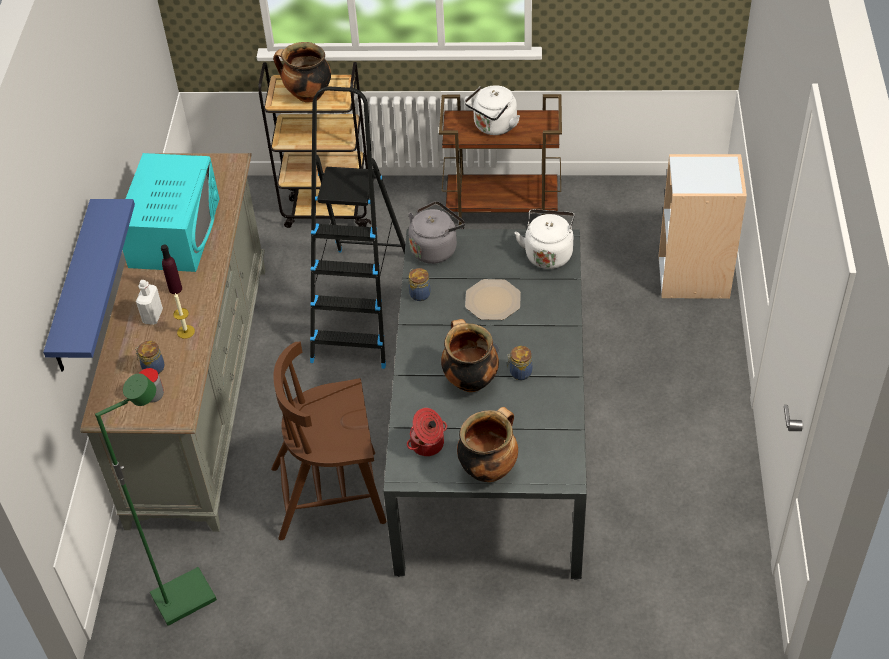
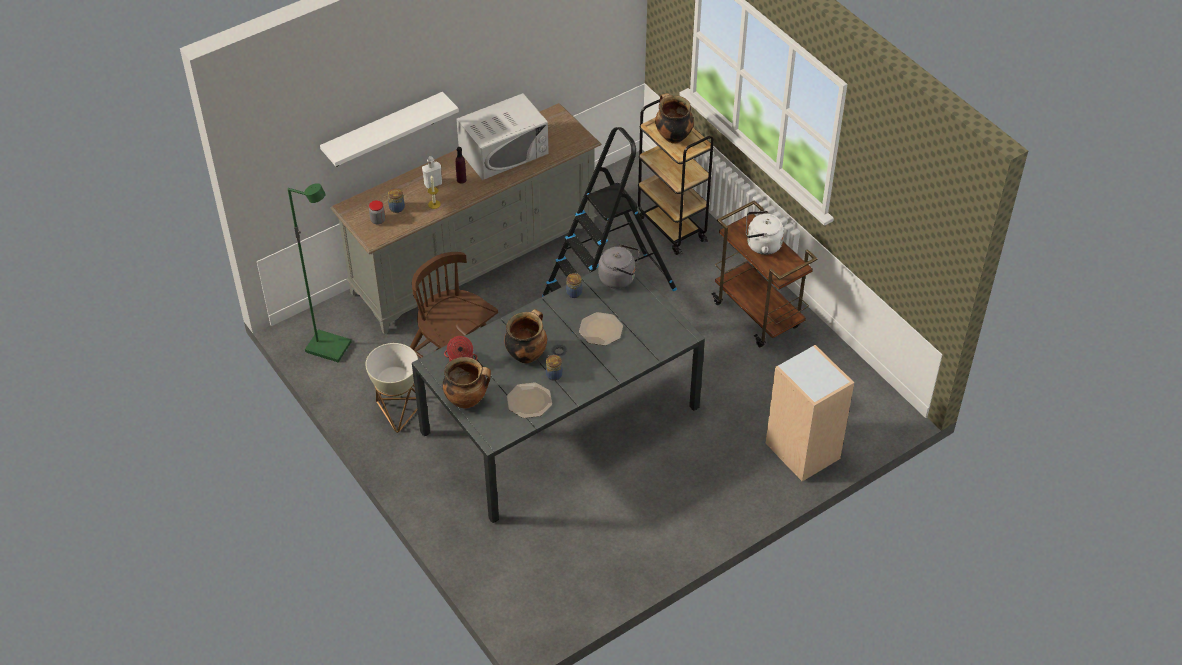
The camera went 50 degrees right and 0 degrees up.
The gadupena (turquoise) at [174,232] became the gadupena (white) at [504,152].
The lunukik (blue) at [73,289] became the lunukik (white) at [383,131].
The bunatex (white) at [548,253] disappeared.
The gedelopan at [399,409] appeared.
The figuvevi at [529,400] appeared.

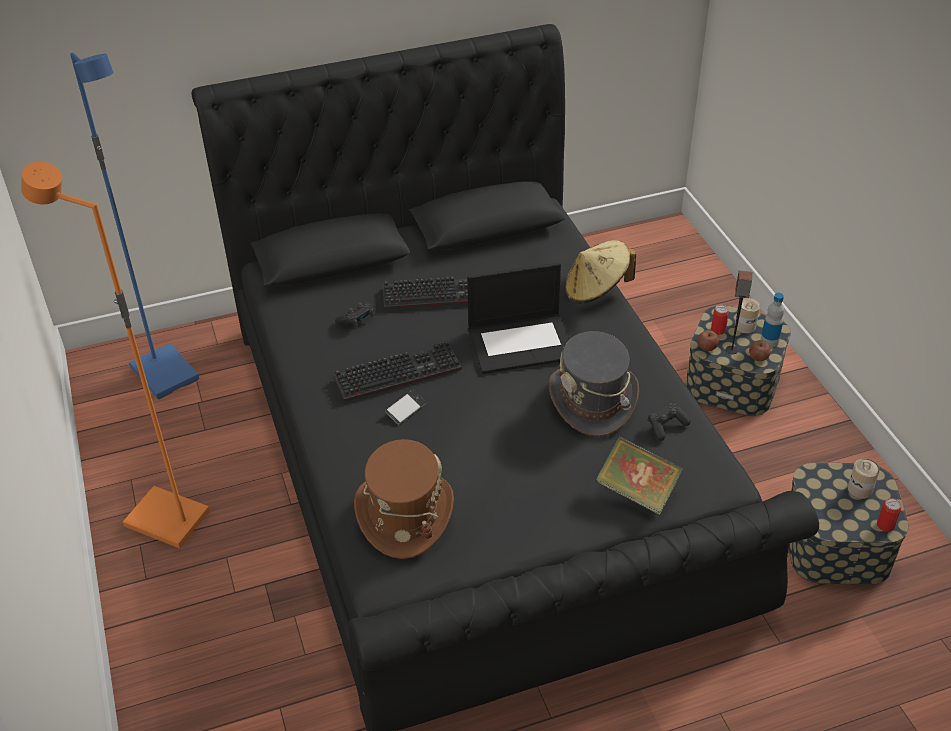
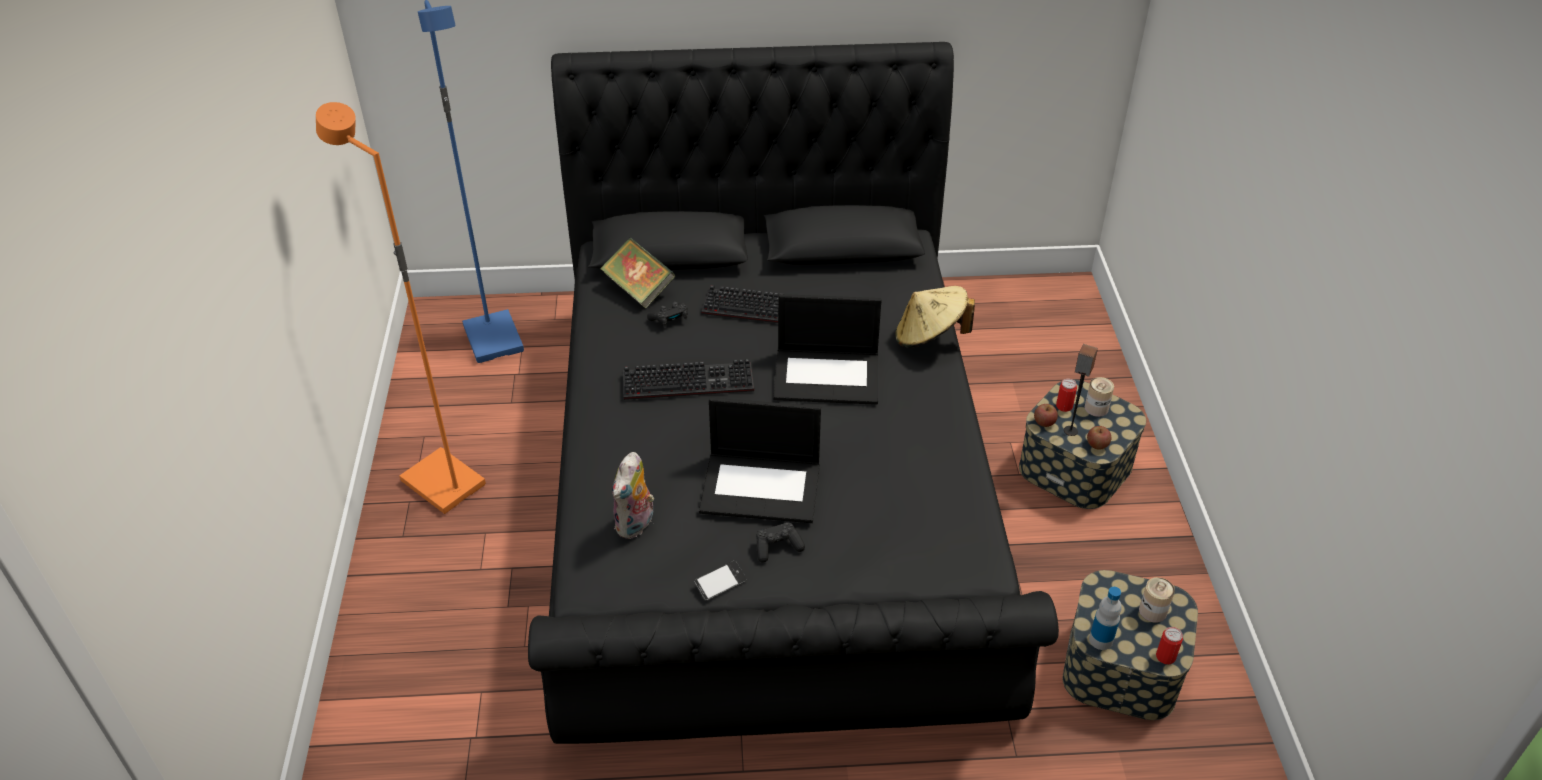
The camera went 15 degrees right and 0 degrees up.
The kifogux moved from [769,341] to [1101,640].
The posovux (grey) at [593,400] disappeared.
The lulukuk moved from [405,409] to [720,583].
The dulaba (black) moved from [666,426] to [777,547].
The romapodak moved from [637,491] to [639,289].
The posovux (brown) at [404,514] was replaced by the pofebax at [636,525].
The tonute at [762,487] appeared.

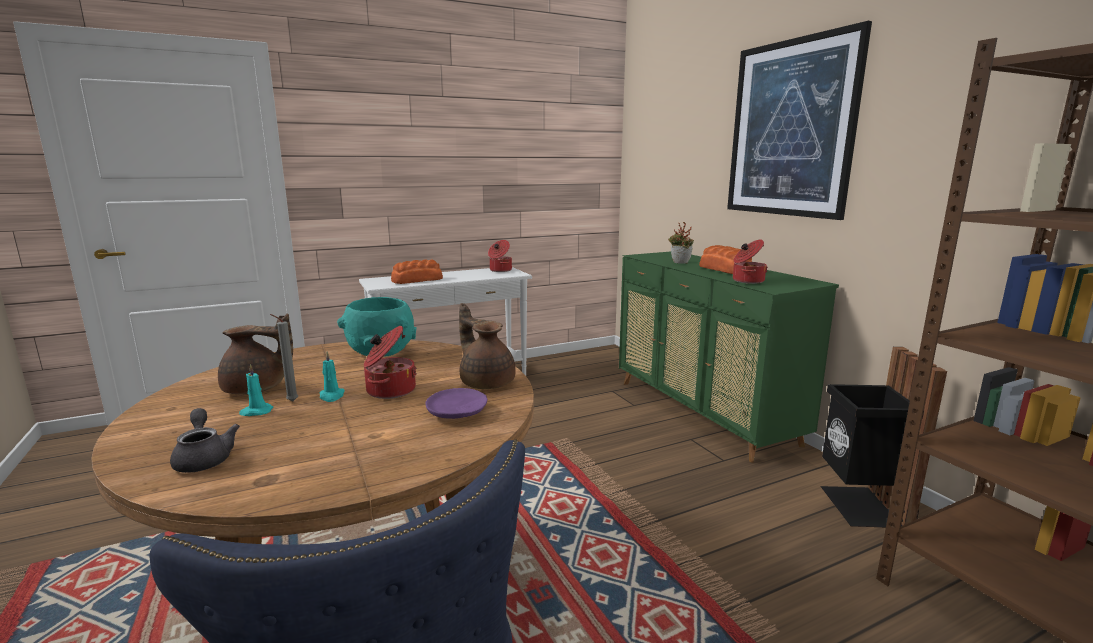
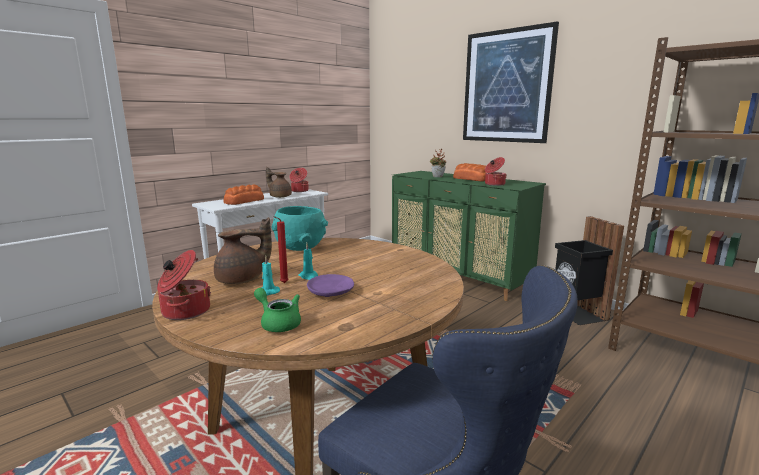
The camera went 20 degrees left and 0 degrees up.
The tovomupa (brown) moved from [486,382] to [280,196].
The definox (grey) at [290,401] became the definox (red) at [283,283].
The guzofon moved from [389,390] to [184,311].
The figuvevi (purple) moved from [457,413] to [331,292].
The tovomupa (grey) at [204,458] became the tovomupa (green) at [278,323].

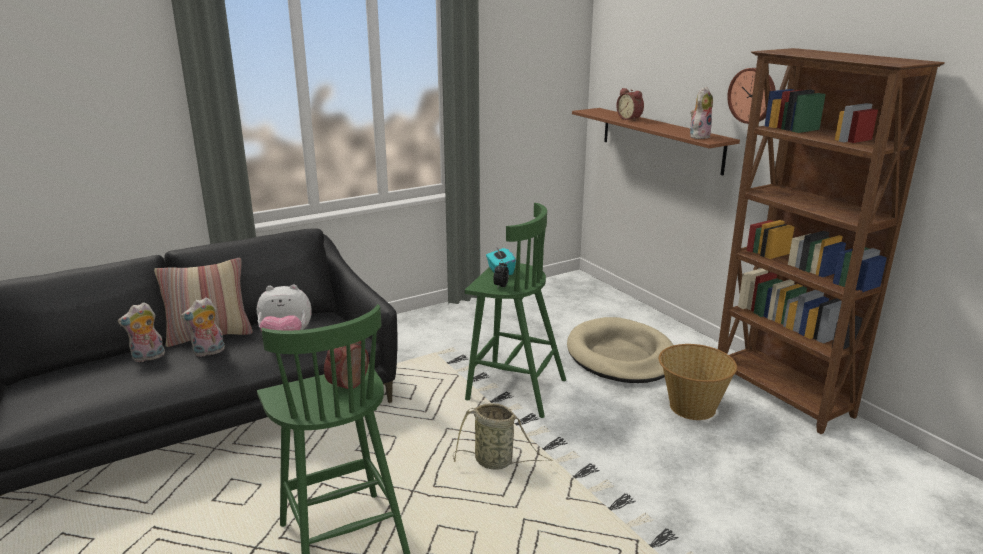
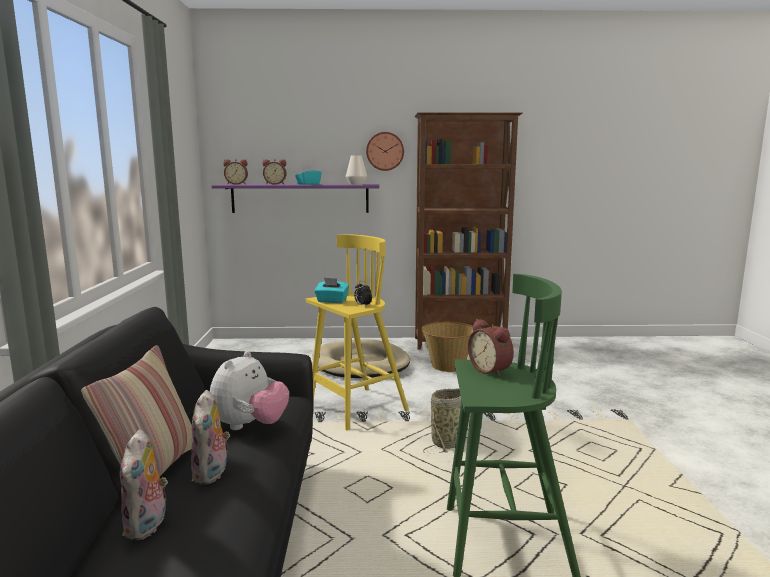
The camera went 60 degrees left and 10 degrees down.
The pofebax at [698,136] was replaced by the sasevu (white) at [356,184].
The lunukik (brown) at [660,139] became the lunukik (purple) at [300,198].
The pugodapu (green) at [512,389] became the pugodapu (yellow) at [355,409].
The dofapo at [236,184] appeared.
The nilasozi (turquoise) at [308,184] appeared.

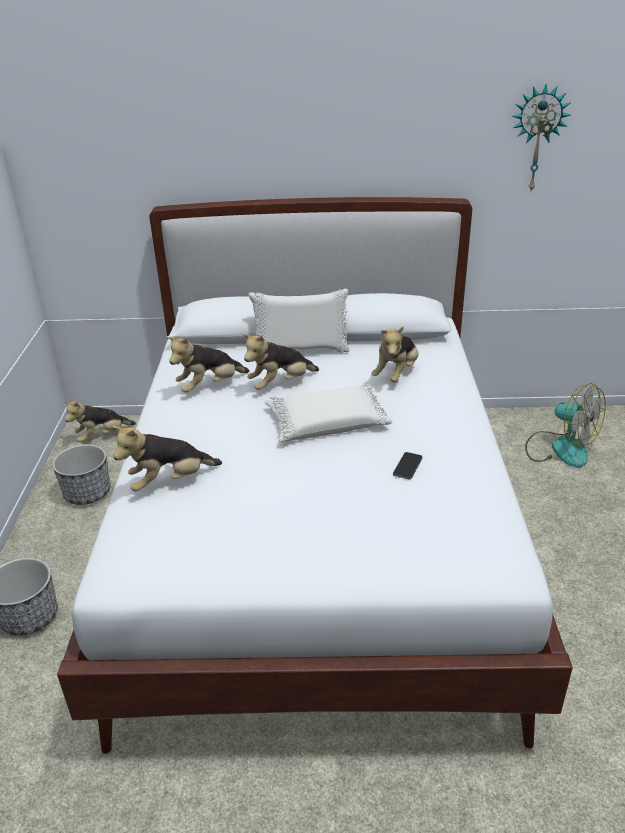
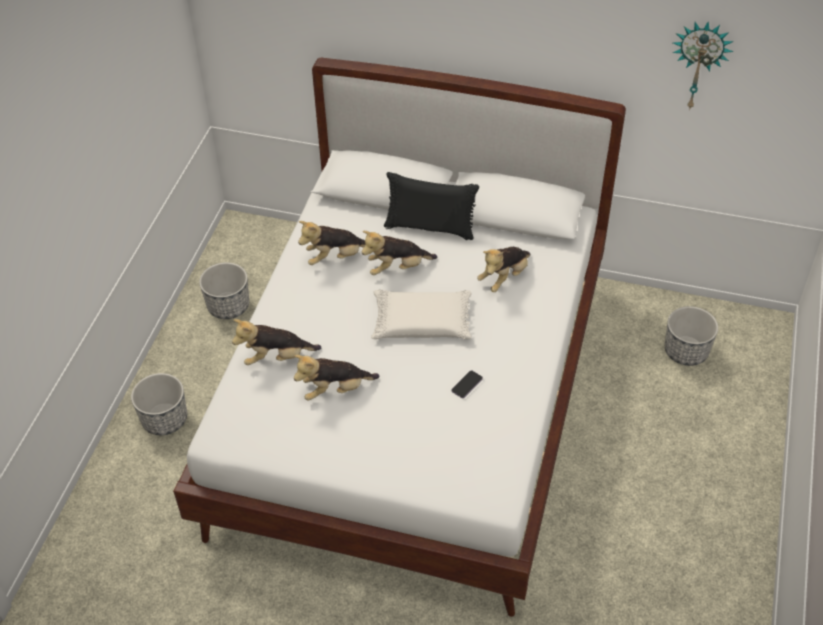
The camera went 15 degrees right and 15 degrees up.
The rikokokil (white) at [300,350] became the rikokokil (black) at [430,227].
The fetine at [560,448] was replaced by the gedelopan at [686,351].
The pofebax moved from [102,436] to [335,390].

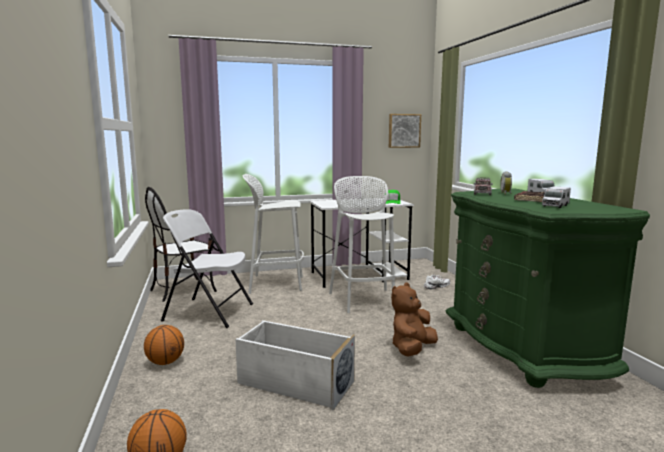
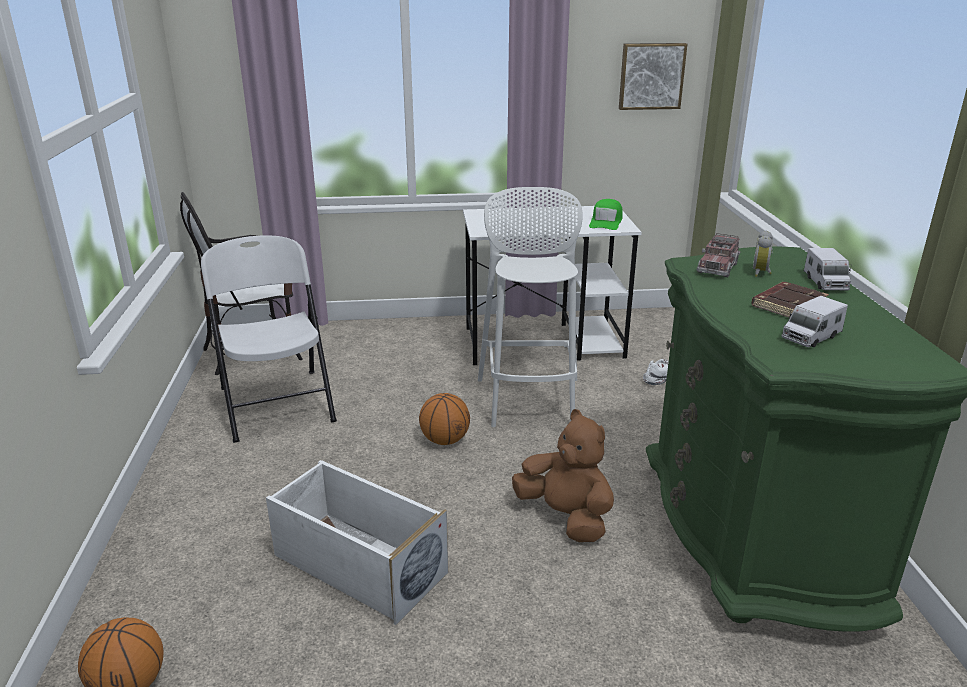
The camera went 10 degrees right and 15 degrees up.
The pugodapu (white) at [275,284] disappeared.
The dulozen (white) at [209,312] turned 45 degrees clockwise.
The pofebax (brown) at [412,349] turned 90 degrees clockwise.
The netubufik moved from [165,362] to [445,440].

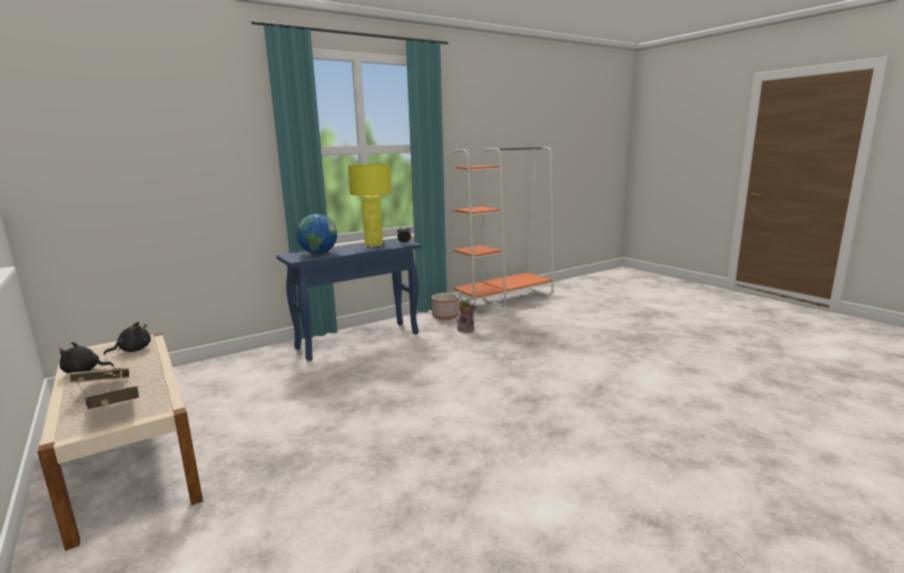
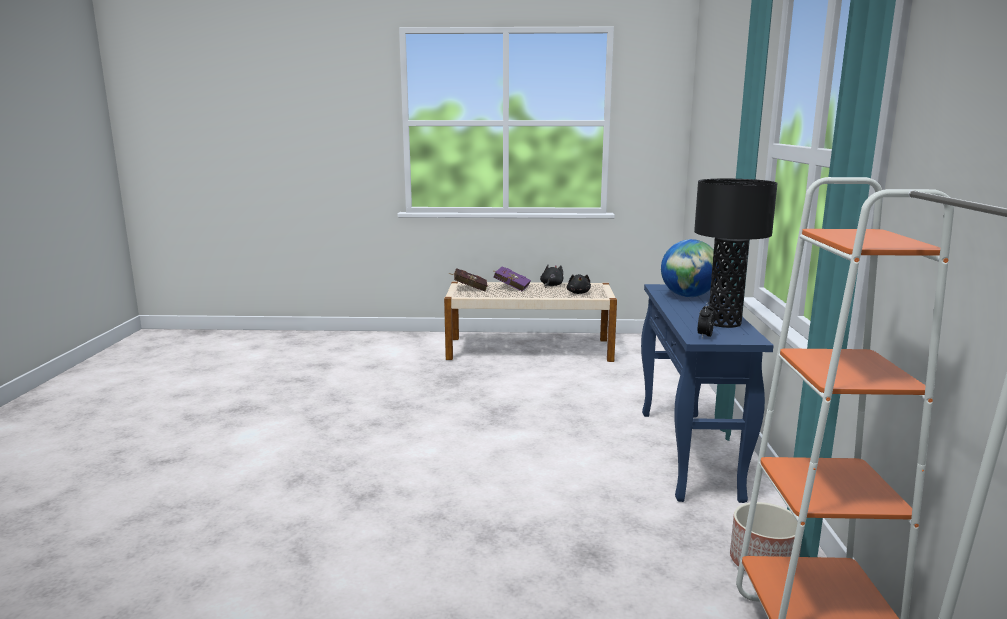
The camera went 125 degrees right and 0 degrees up.
The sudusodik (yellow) at [374,244] became the sudusodik (black) at [724,323].
The pofebax at [466,330] disappeared.
The romapodak (beige) at [101,390] became the romapodak (purple) at [510,287].

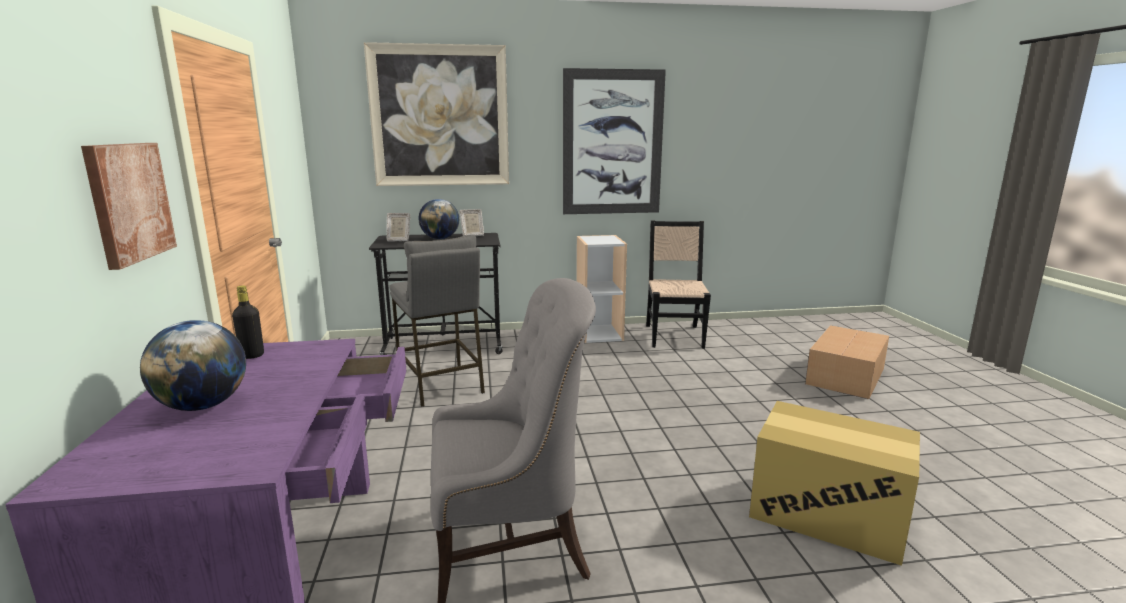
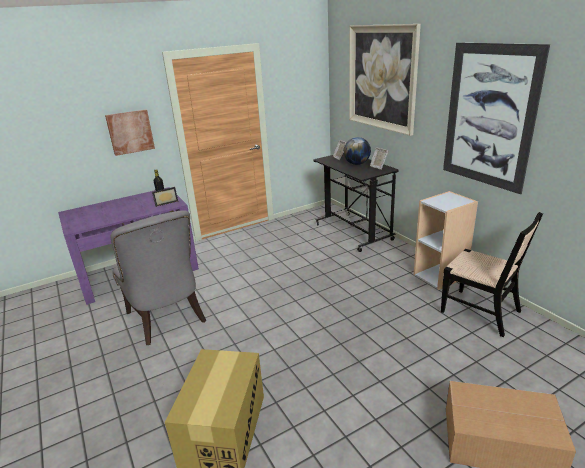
The camera went 70 degrees right and 10 degrees up.
The dulozen at [674,336] turned 60 degrees clockwise.
The pugodapu (grey) at [440,384] disappeared.
The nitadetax at [203,405] disappeared.
The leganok at [166,202] appeared.

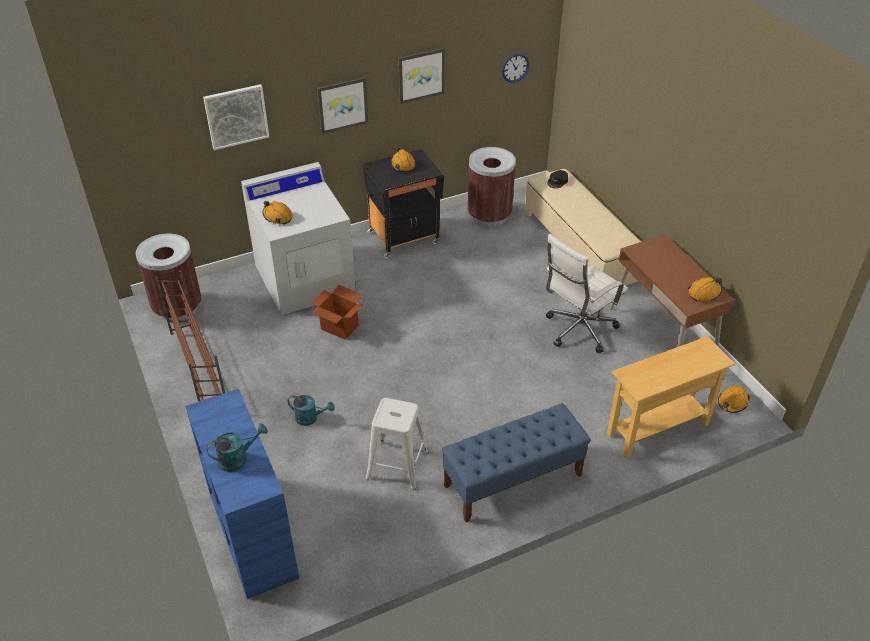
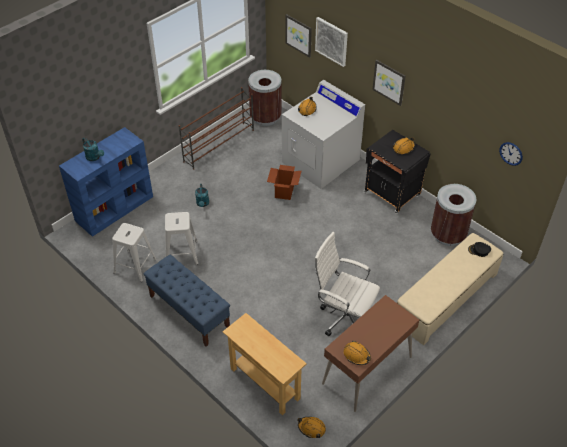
The camera went 70 degrees right and 5 degrees up.
The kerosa moved from [421,75] to [299,35].
The pugodapu (white) at [135,265] appeared.

